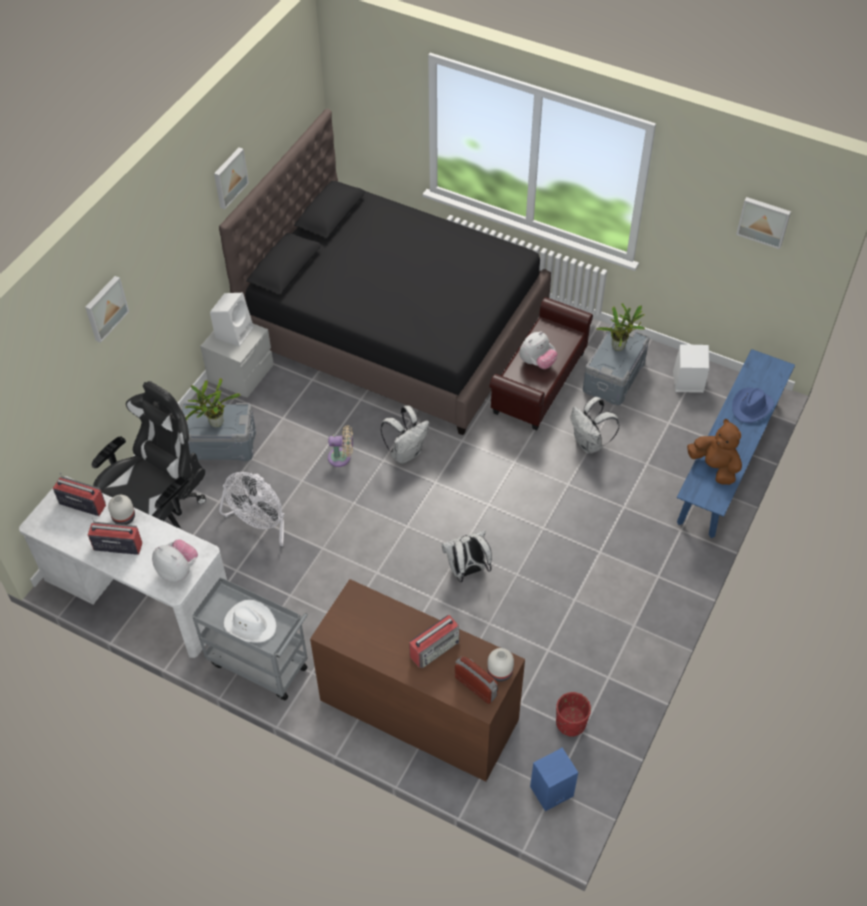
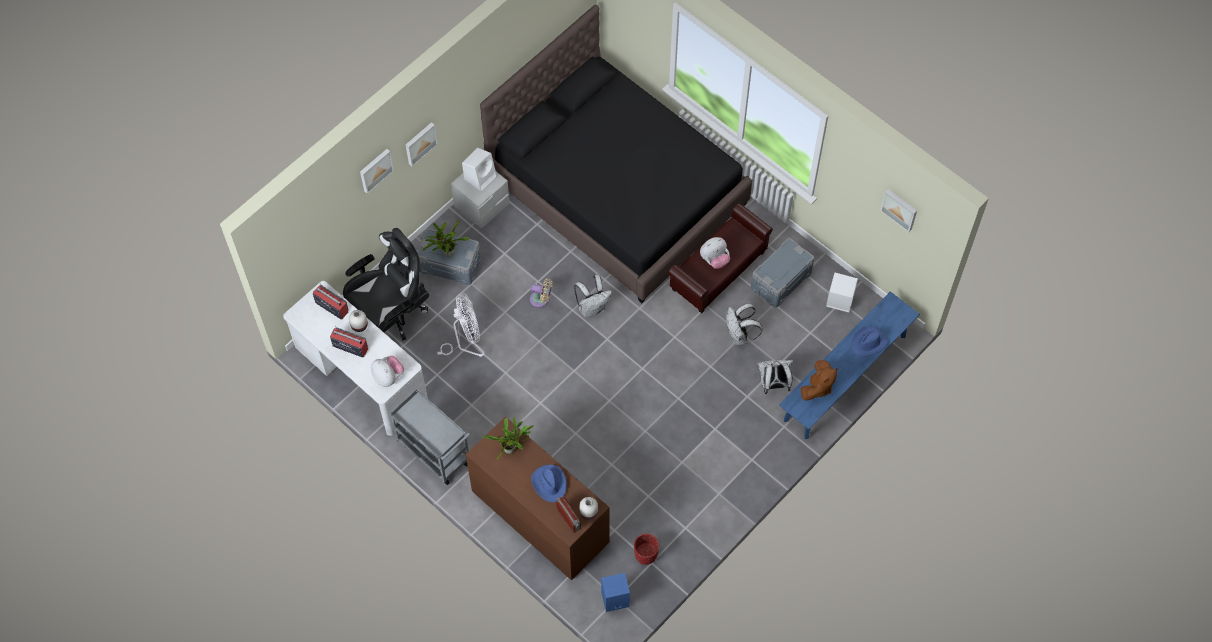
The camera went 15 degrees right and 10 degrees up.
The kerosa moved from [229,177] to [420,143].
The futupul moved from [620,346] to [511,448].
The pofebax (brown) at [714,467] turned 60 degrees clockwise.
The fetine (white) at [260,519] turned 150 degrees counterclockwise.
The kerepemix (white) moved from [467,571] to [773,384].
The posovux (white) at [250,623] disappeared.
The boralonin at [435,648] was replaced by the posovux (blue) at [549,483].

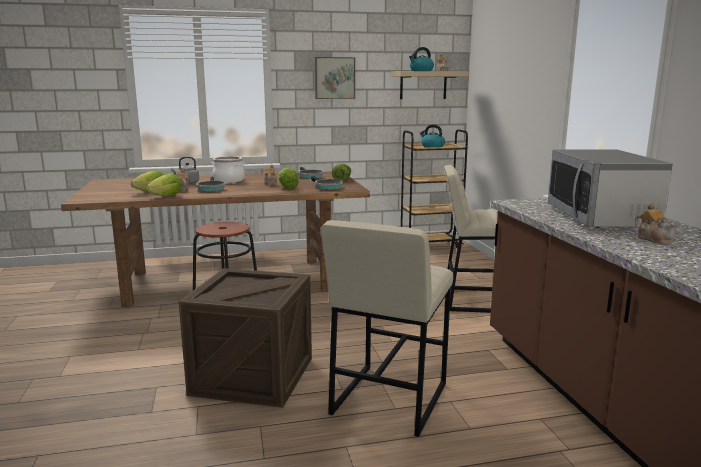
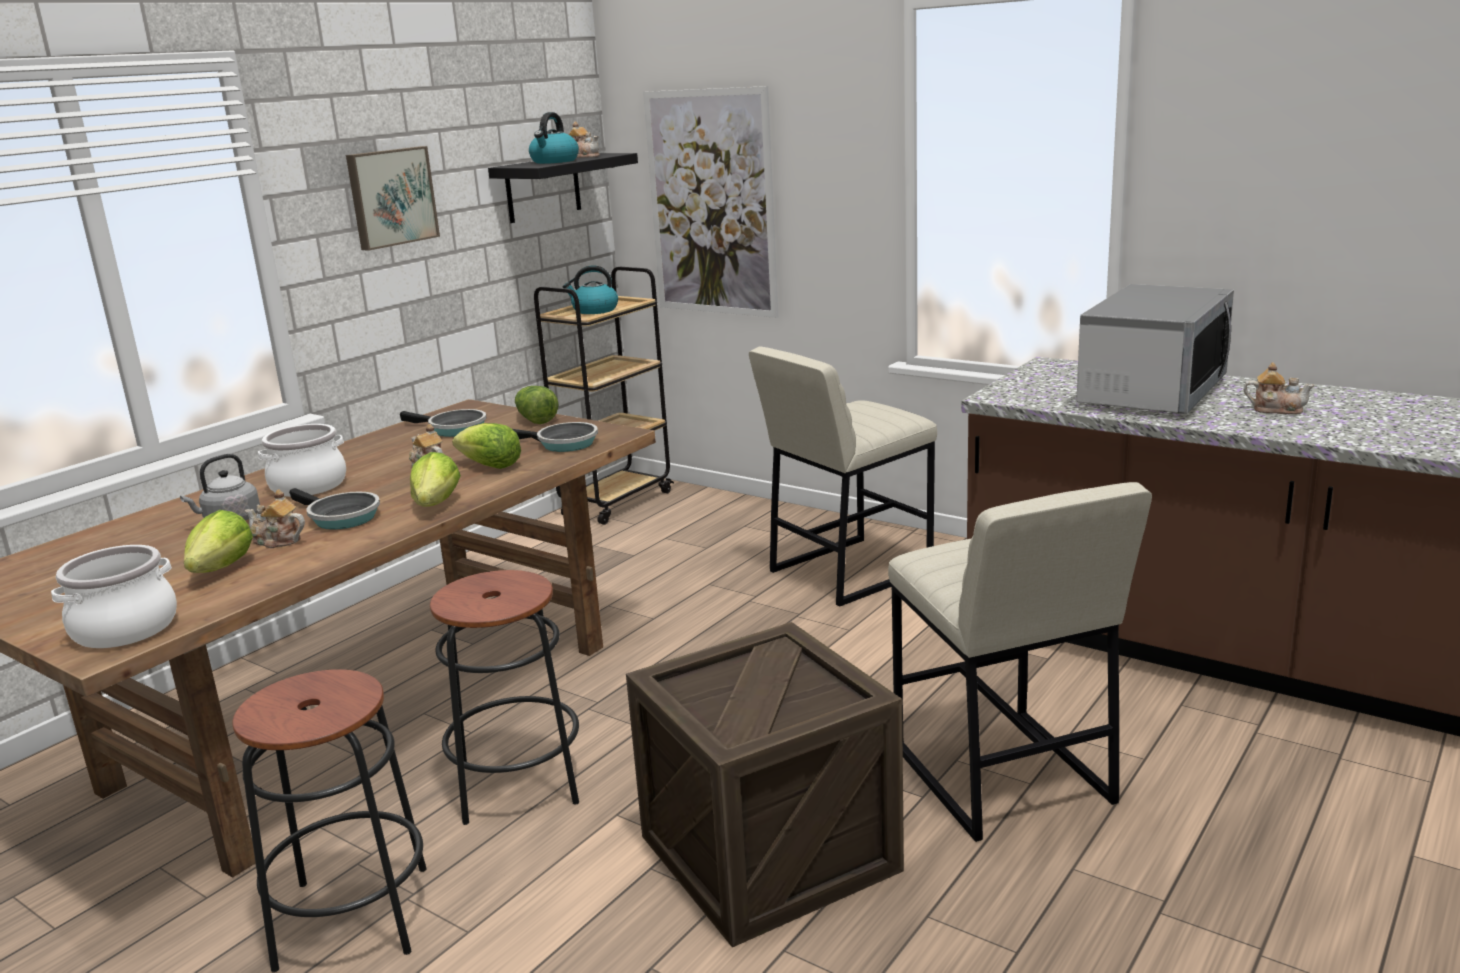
The camera went 40 degrees left and 5 degrees up.
The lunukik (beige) at [423,85] became the lunukik (black) at [543,188].
The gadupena at [600,218] turned 105 degrees counterclockwise.
The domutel moved from [166,196] to [436,504].
The kerosa at [711,203] appeared.
The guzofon at [125,628] appeared.
The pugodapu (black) at [352,917] appeared.

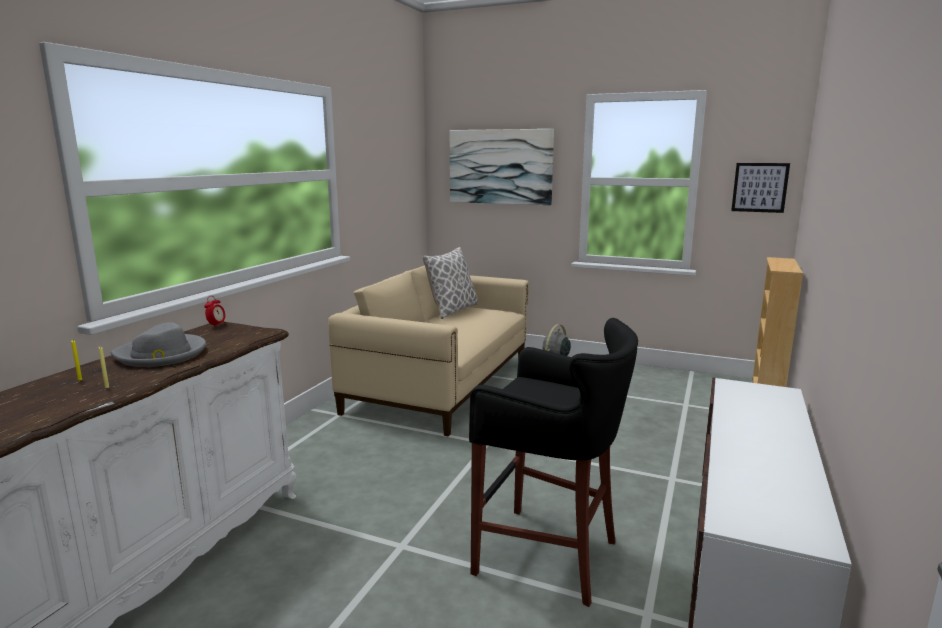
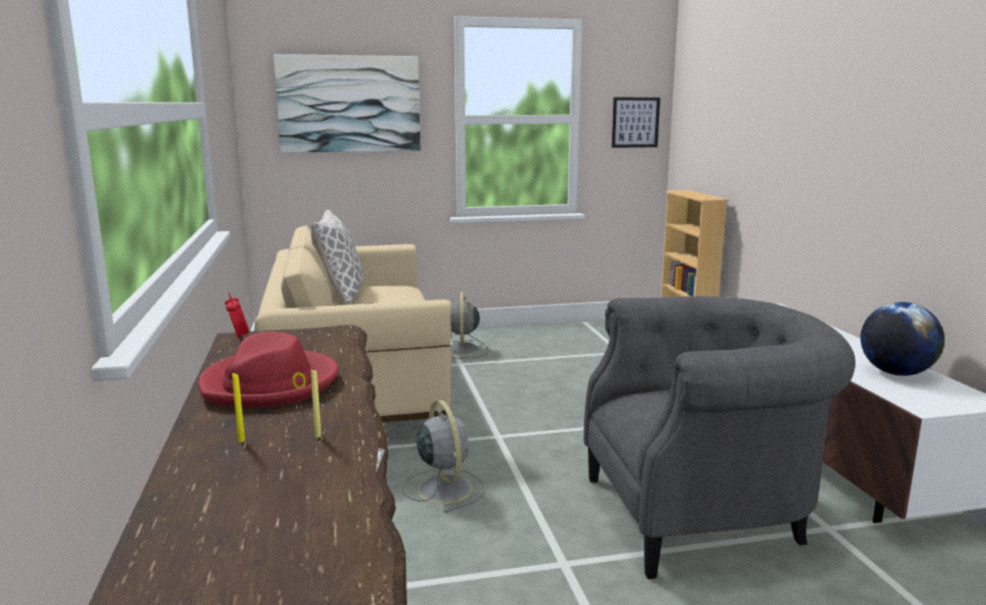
The camera went 35 degrees left and 0 degrees up.
The pugodapu (black) at [550,556] was replaced by the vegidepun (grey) at [702,515].
The posovux (grey) at [161,354] became the posovux (red) at [270,384].
The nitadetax at [896,373] appeared.
The fetine (grey) at [444,488] appeared.

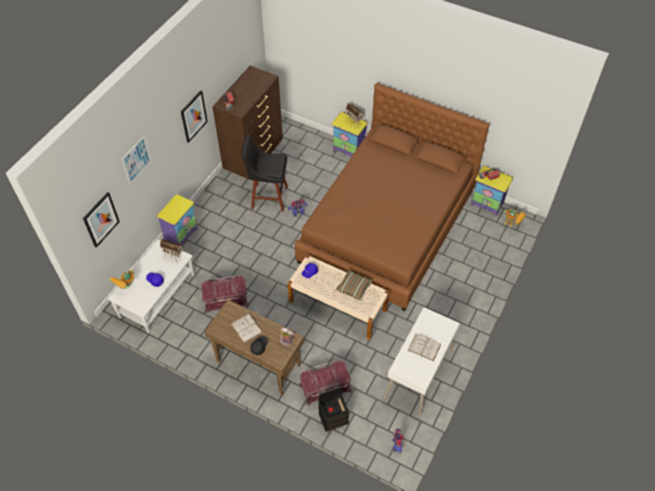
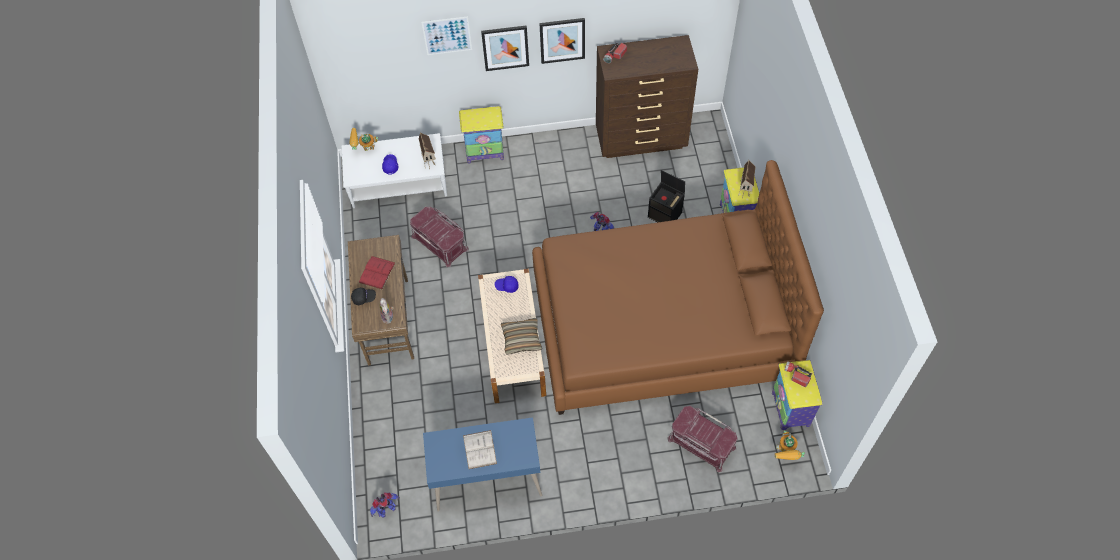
The camera went 55 degrees right and 5 degrees up.
The pugodapu (black) at [268,197] disappeared.
The kerosa moved from [101,219] to [505,47].
The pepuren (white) at [419,375] became the pepuren (blue) at [487,479].
The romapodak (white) at [246,328] became the romapodak (red) at [377,272].
The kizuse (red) moved from [325,388] to [701,444].
The kizuse (black) moved from [333,418] to [665,215].

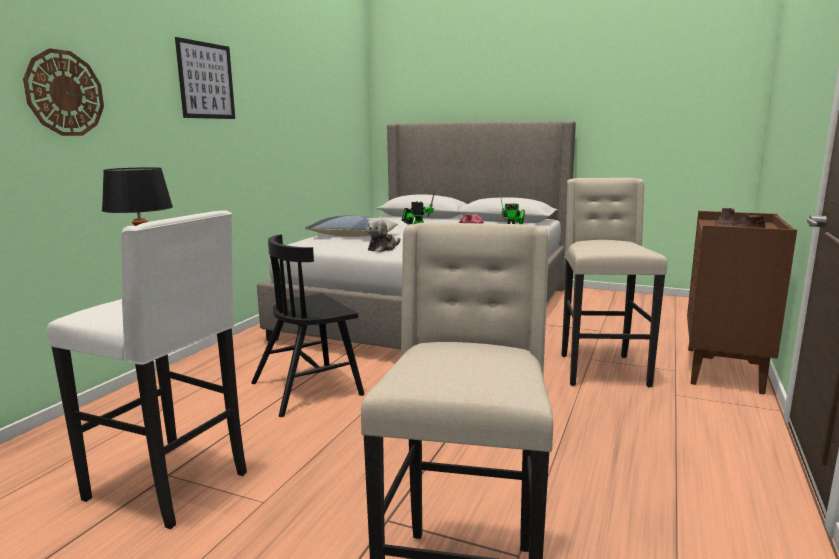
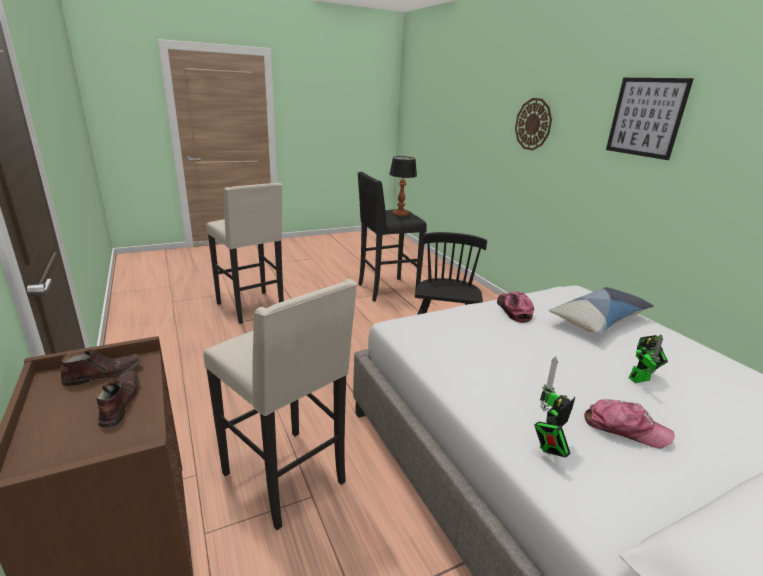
The camera went 130 degrees right and 10 degrees up.
The pugodapu (white) at [172,486] became the pugodapu (black) at [386,290].
The pofebax at [383,248] was replaced by the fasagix at [513,310].

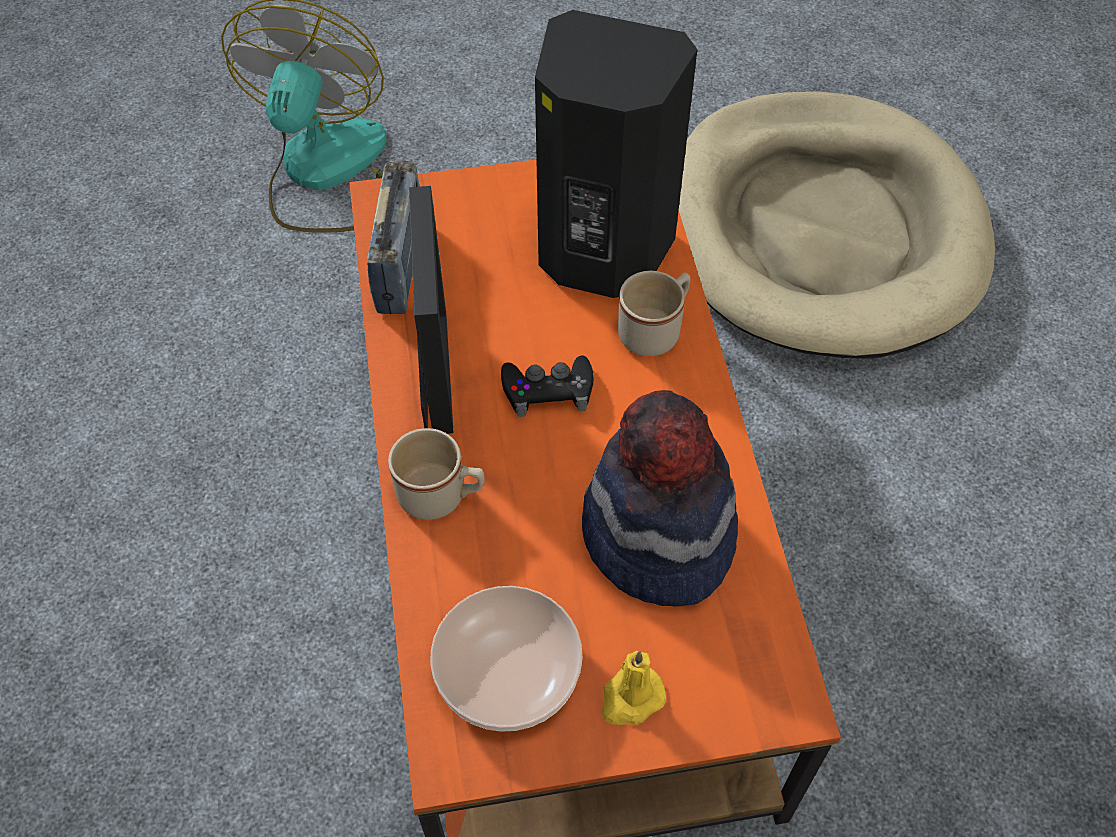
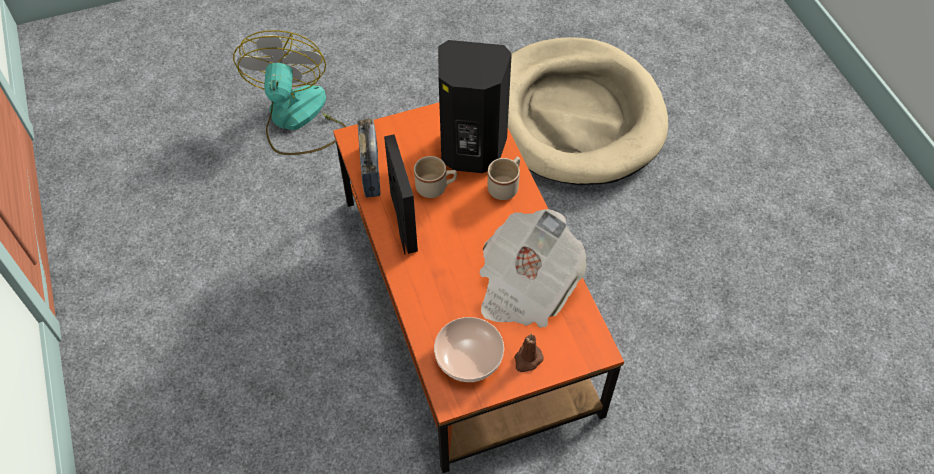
The camera went 10 degrees left and 0 degrees up.
The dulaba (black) at [548,390] disappeared.
The posovux at [657,537] was replaced by the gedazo at [525,286].
The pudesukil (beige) moved from [441,496] to [436,187].
The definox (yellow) at [631,698] became the definox (brown) at [527,359].

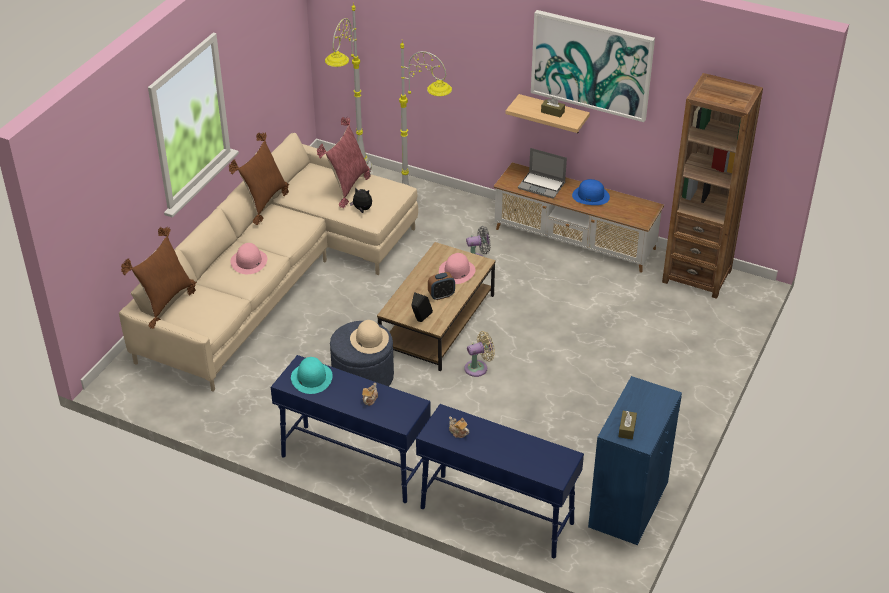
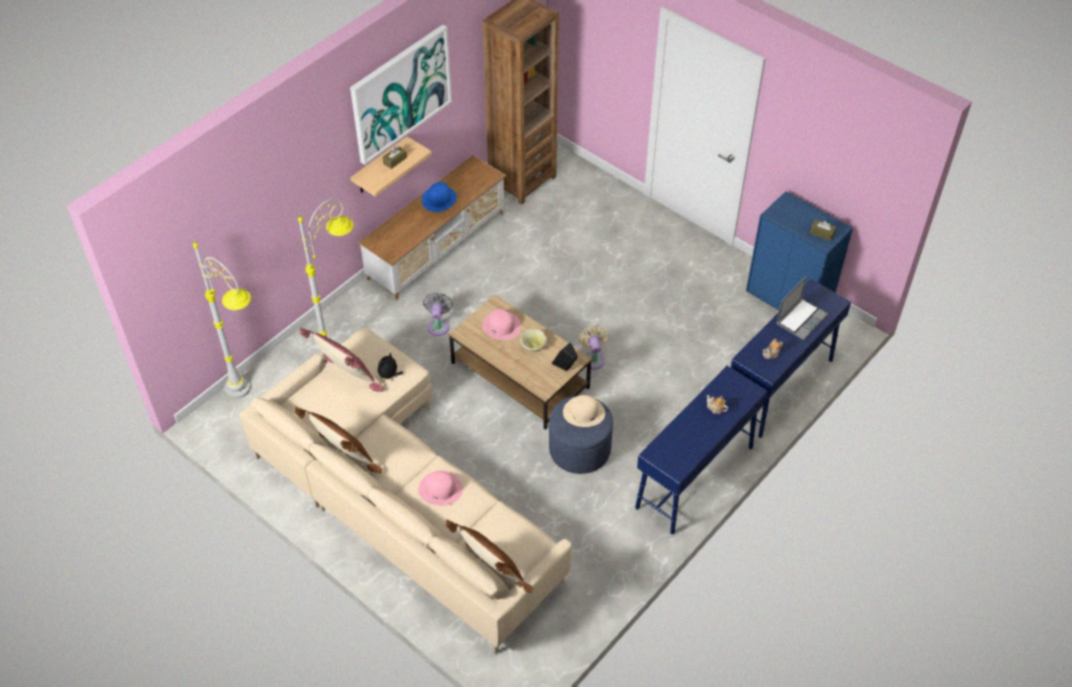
The camera went 75 degrees left and 10 degrees up.
The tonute moved from [542,186] to [801,319].
The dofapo at [441,295] was replaced by the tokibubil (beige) at [533,345].
The posovux (turquoise) at [311,377] disappeared.

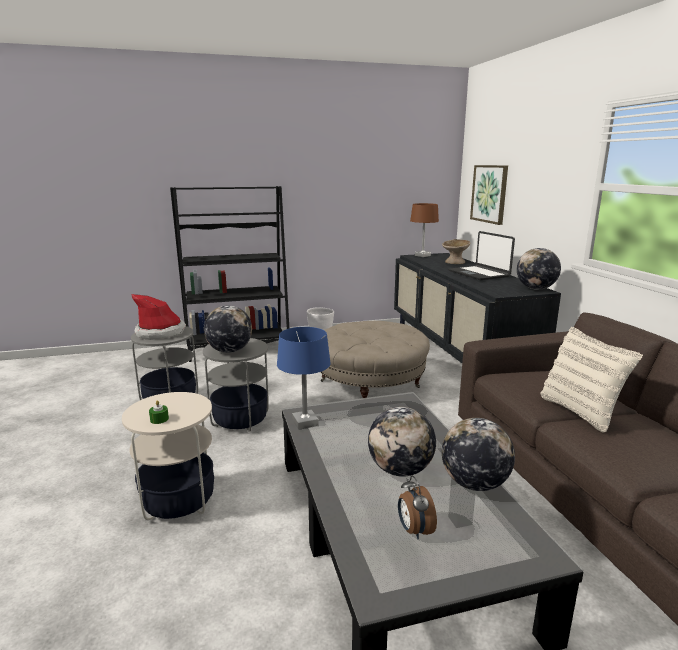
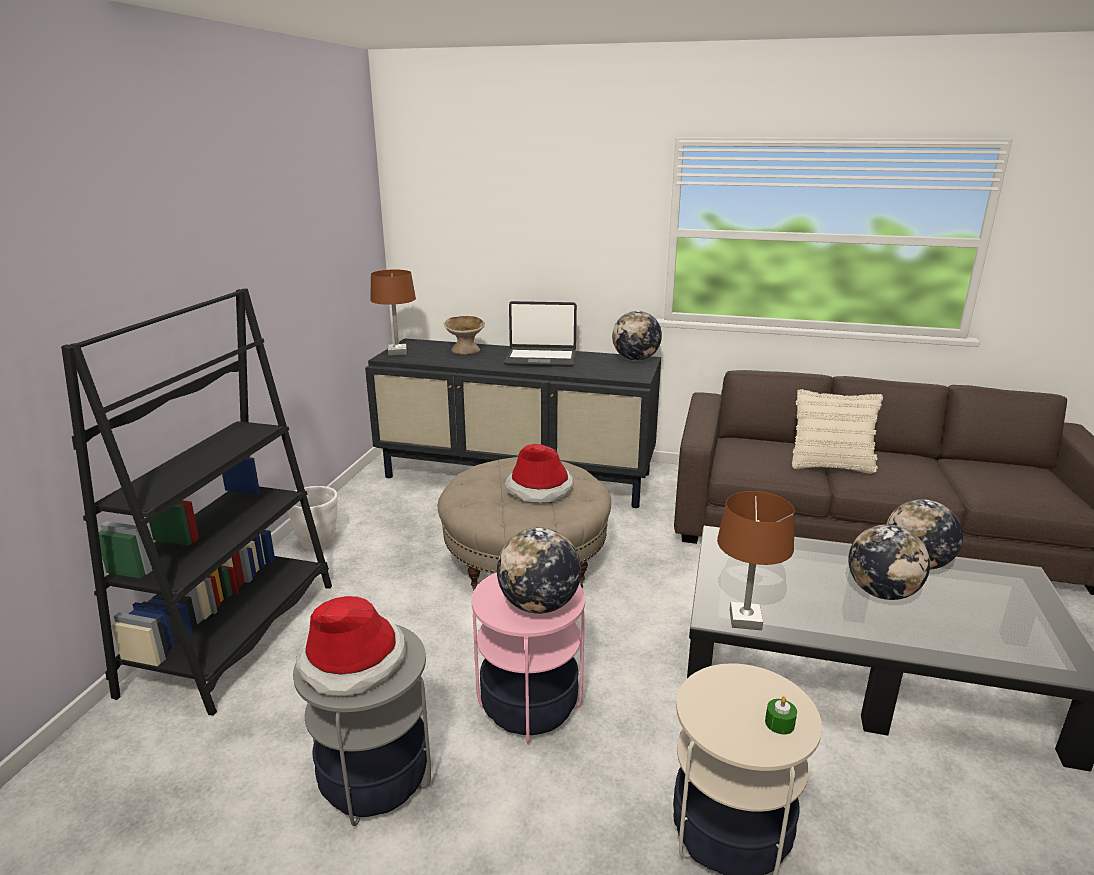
The camera went 60 degrees left and 5 degrees up.
The kerosa at [489,194] disappeared.
The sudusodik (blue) at [305,422] became the sudusodik (brown) at [745,620].
The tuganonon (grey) at [240,420] became the tuganonon (pink) at [529,709].
The dofapo at [414,530] disappeared.
The posovux at [539,489] appeared.

